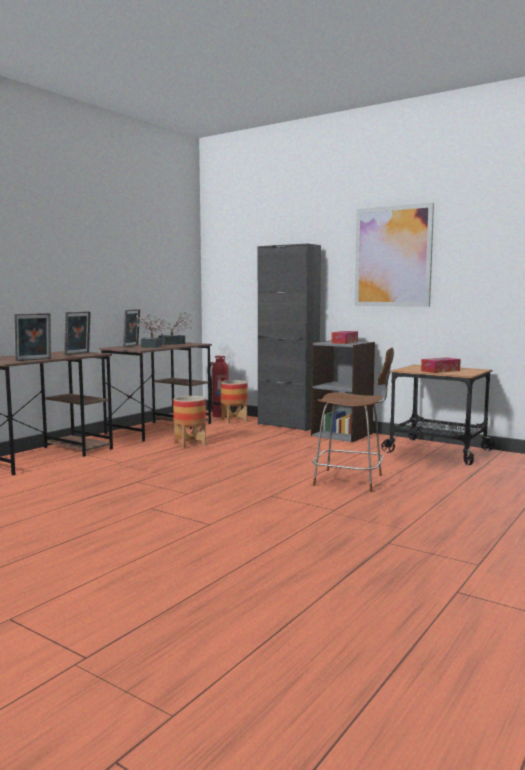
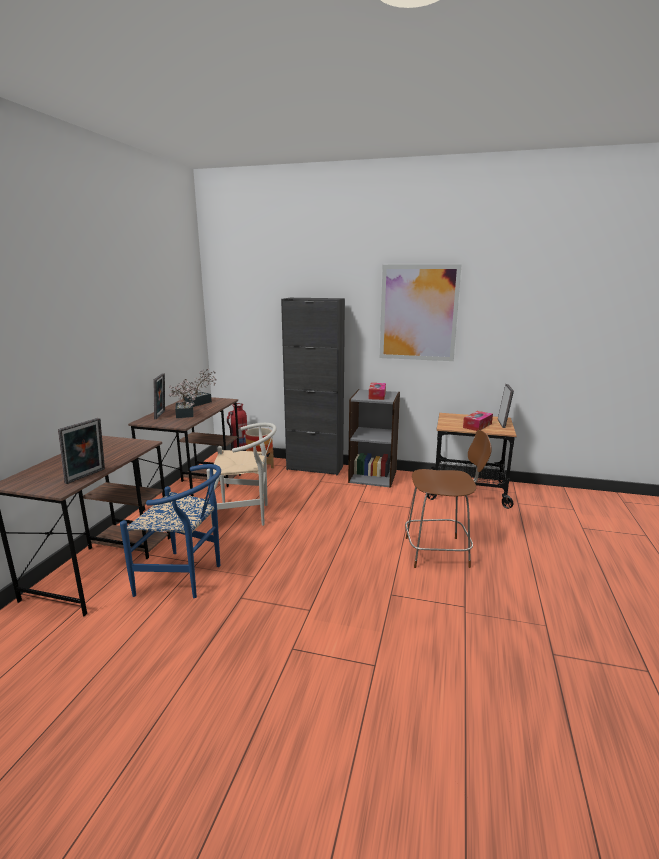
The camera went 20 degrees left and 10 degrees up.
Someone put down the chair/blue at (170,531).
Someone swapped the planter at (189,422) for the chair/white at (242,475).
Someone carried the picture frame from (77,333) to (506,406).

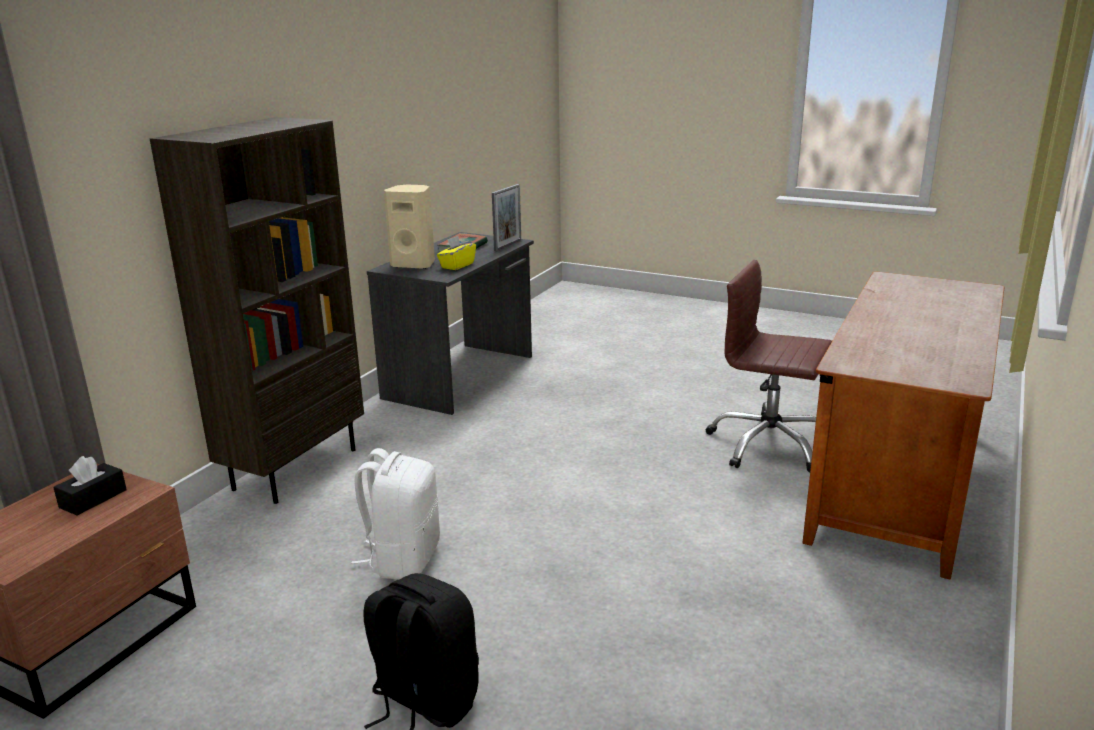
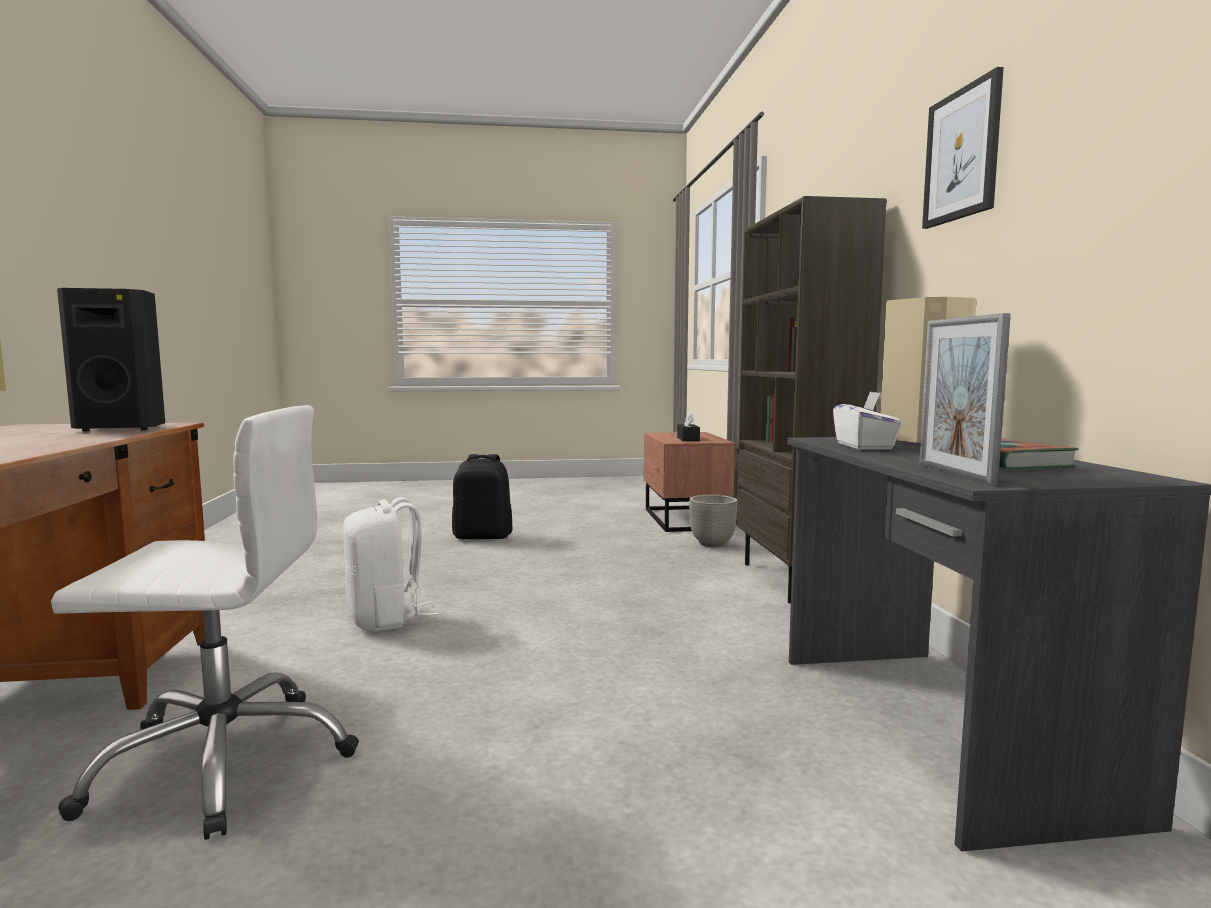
The camera went 145 degrees right and 15 degrees down.
Someone repainted the office chair/brown at (769,366), which became the office chair/white at (205,622).
Someone put down the speaker/black at (111,359).
Someone carried the backpack/white from (395,513) to (391,564).
Someone put down the planter at (713,521).
Someone repainted the tissue box/yellow at (456,253), which became the tissue box/white at (868,420).
Someone put up the picture at (963,148).

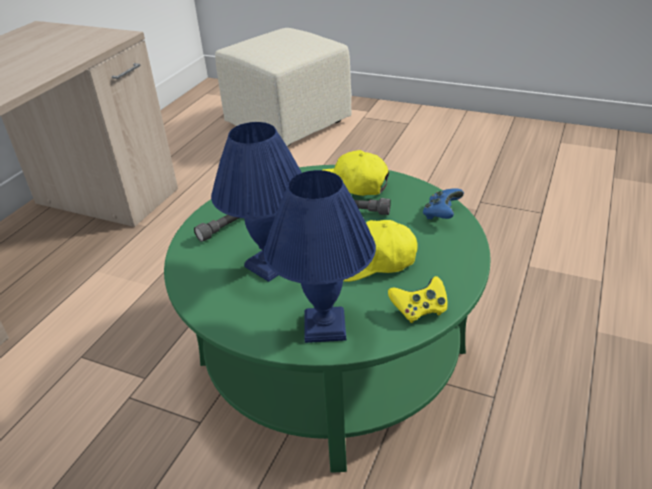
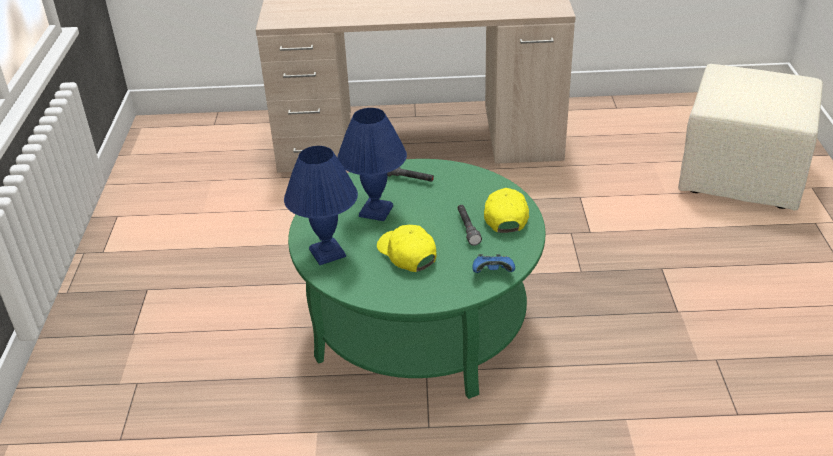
The camera went 65 degrees right and 0 degrees up.
Someone took away the game controller/yellow at (417,299).

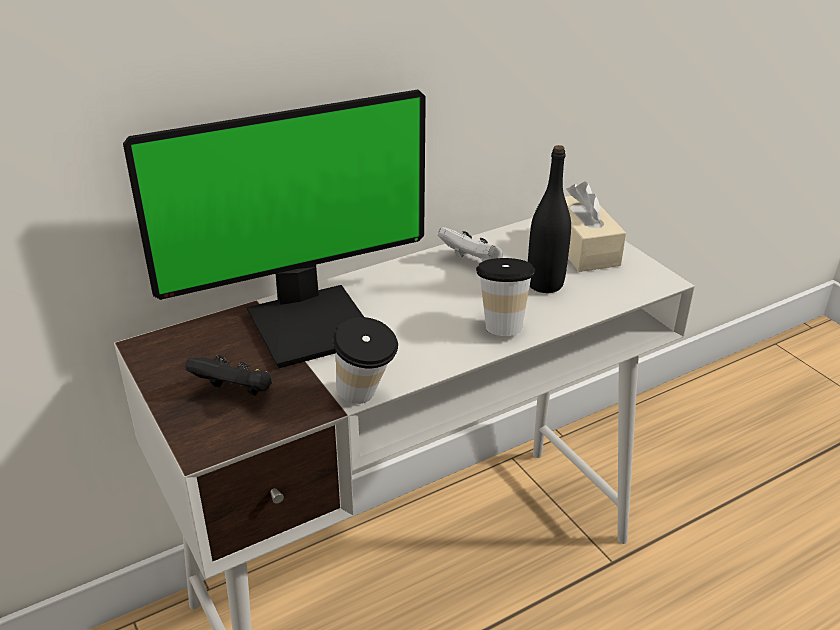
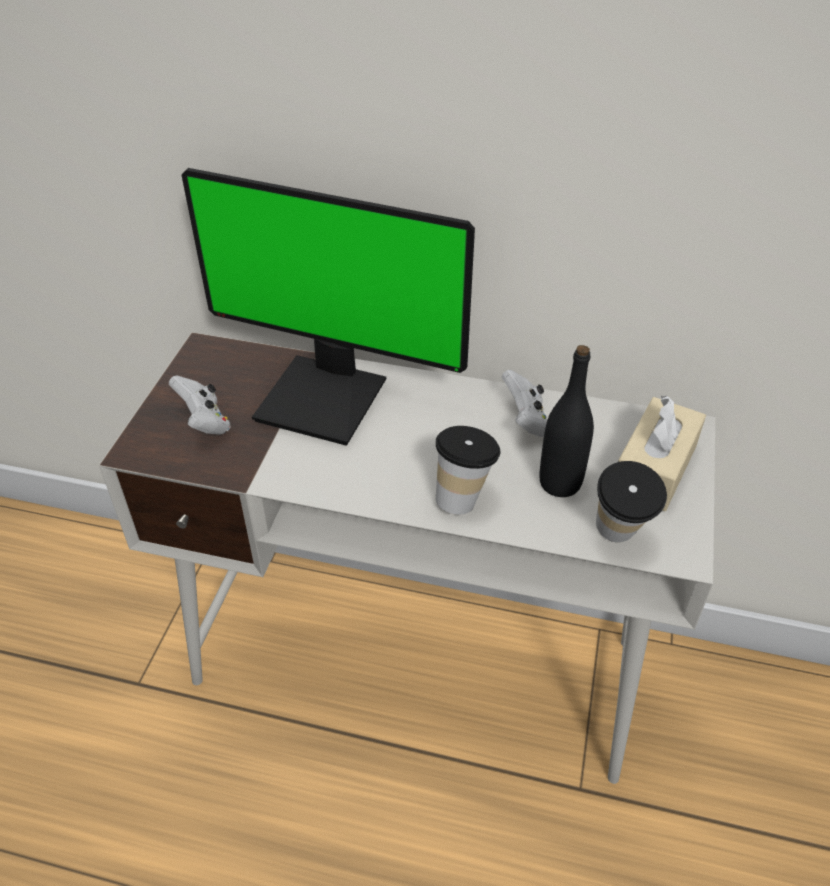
The camera went 45 degrees right and 10 degrees up.
Someone repainted the game controller/black at (228,375), which became the game controller/white at (200,405).
Someone carried the cup from (365,360) to (631,501).

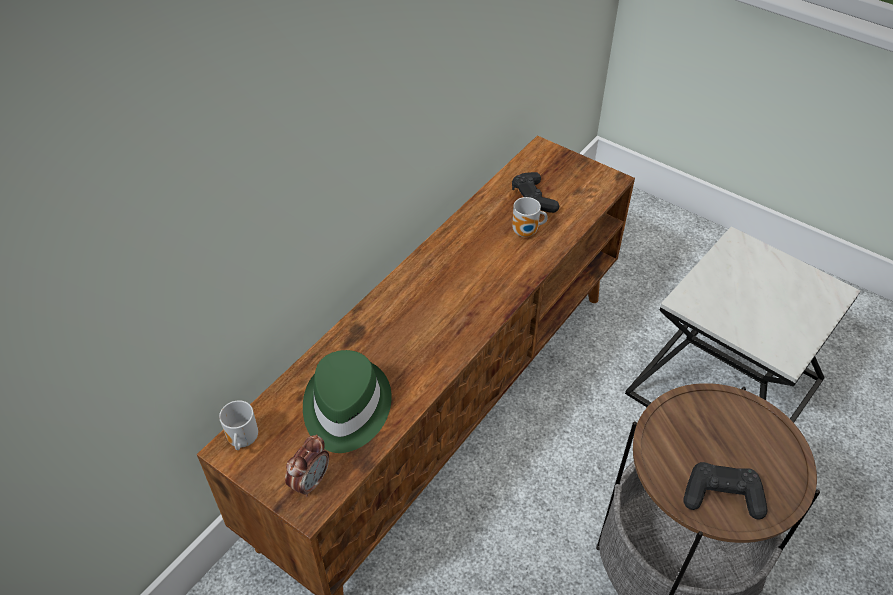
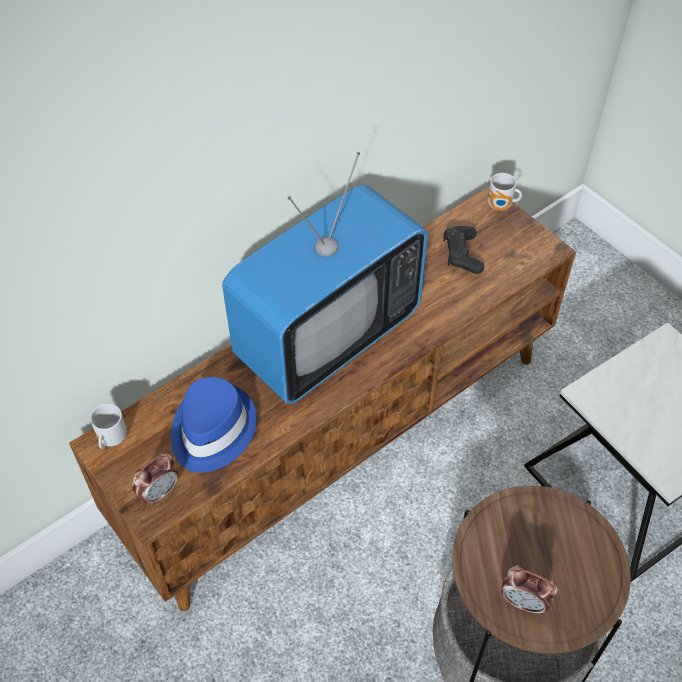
The camera went 15 degrees right and 5 degrees up.
Someone repainted the hat/green at (347,401), which became the hat/blue at (214,425).
Someone put down the television at (325,278).
Someone carried the mug from (530,217) to (505,192).
Someone swapped the game controller/black at (725,490) for the alarm clock at (529,589).

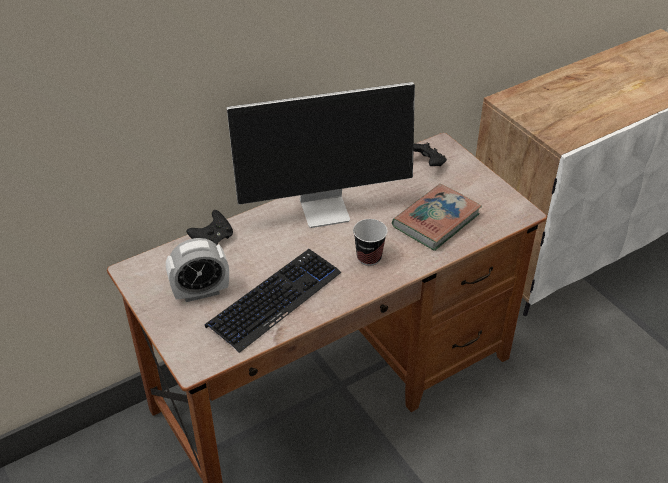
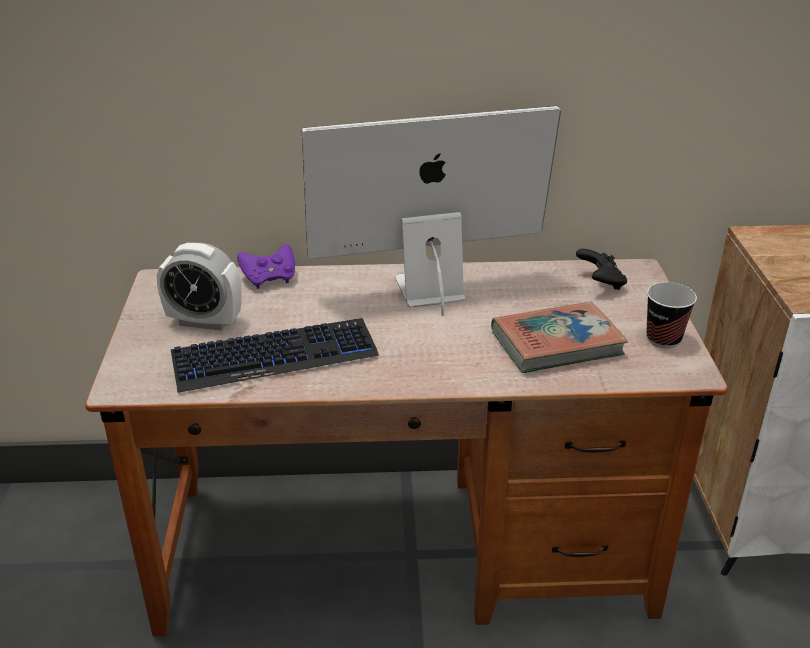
The camera went 30 degrees right and 10 degrees down.
Someone repainted the game controller/black at (209,227), which became the game controller/purple at (266,266).
Someone rotated the monitor at (321,155) by 150 degrees clockwise.
Someone carried the cup from (370,242) to (671,315).

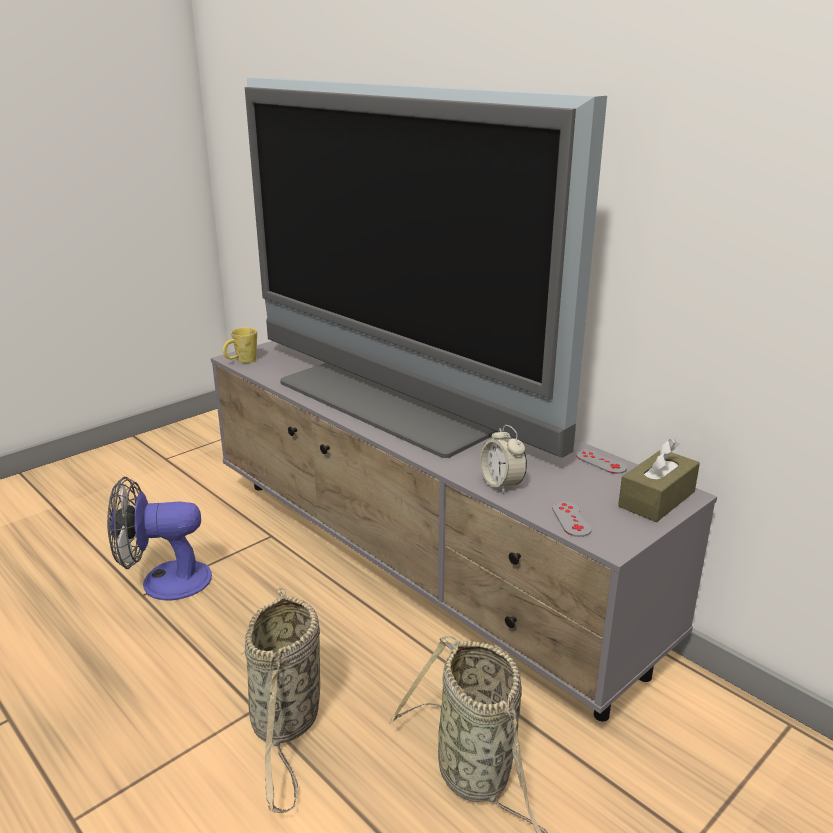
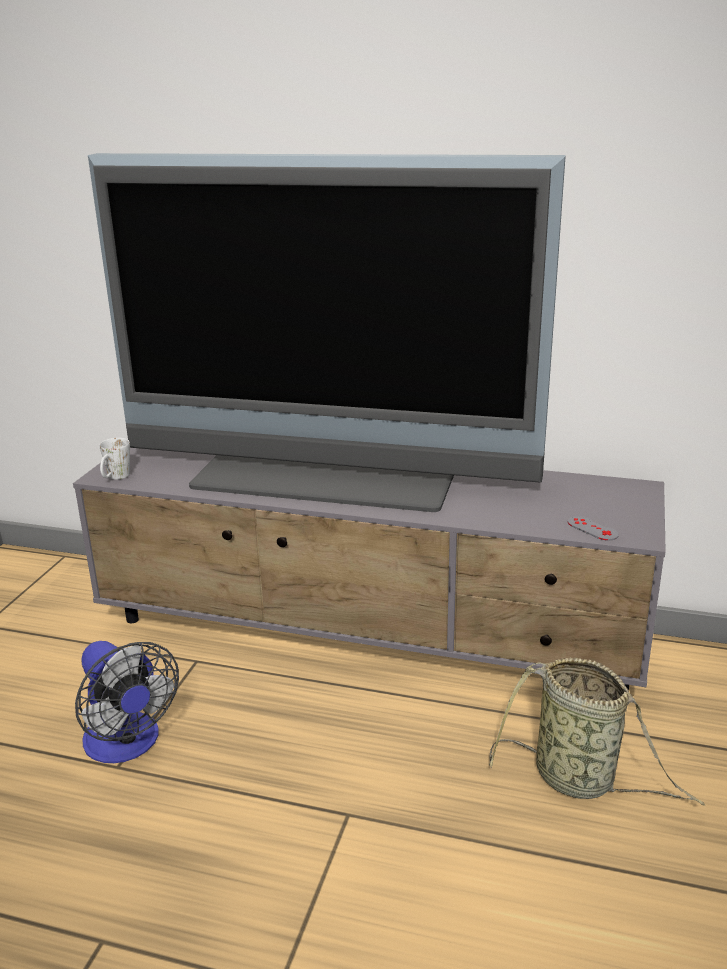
The camera went 30 degrees left and 0 degrees up.
Someone rotated the fan at (159,539) by 90 degrees counterclockwise.
Someone repainted the mug/yellow at (240,345), which became the mug/white at (114,459).
Someone took away the basket at (280,700).
Someone took away the alarm clock at (503,459).
Someone took away the game controller/grey at (601,461).
Someone took away the tissue box/brown at (659,480).

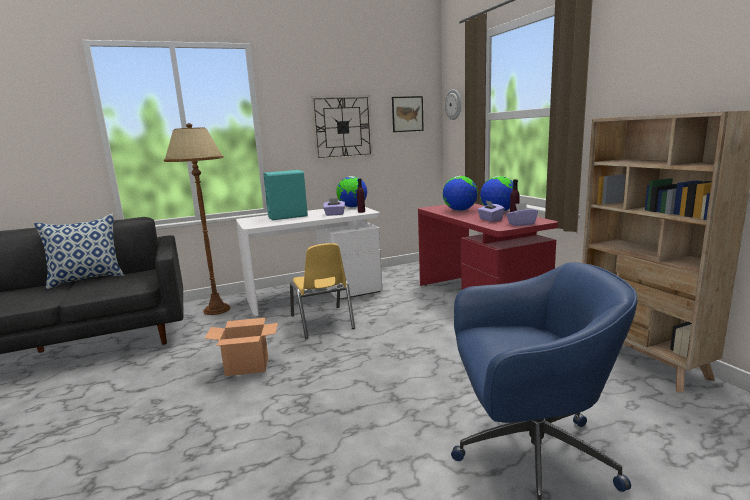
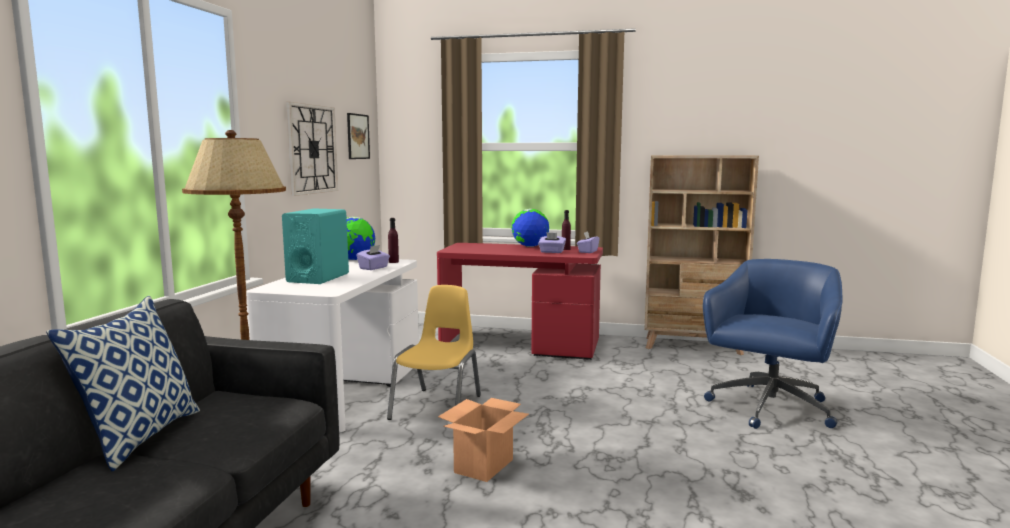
The camera went 55 degrees left and 5 degrees down.
Someone rotated the chair/yellow at (322,291) by 90 degrees counterclockwise.
Someone took away the globe at (460,193).
Someone took away the wall clock at (453,104).

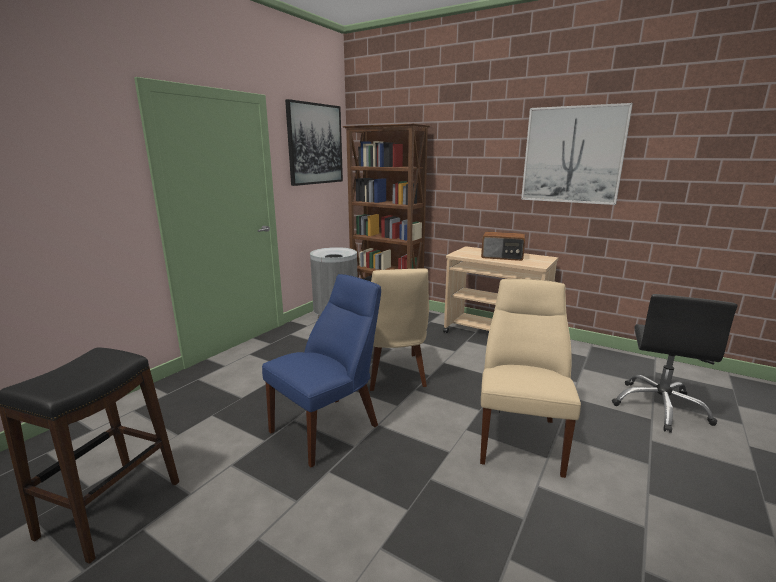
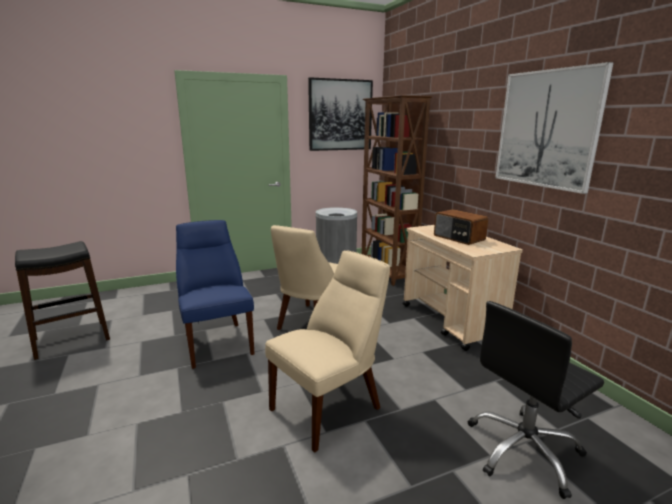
The camera went 35 degrees right and 0 degrees up.
Someone rotated the chair/blue at (321,370) by 105 degrees counterclockwise.

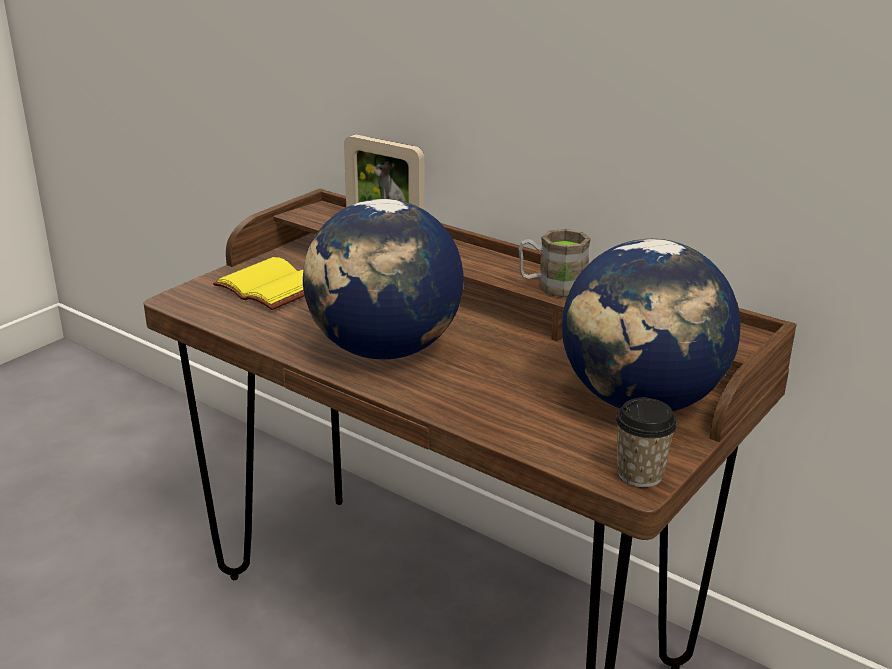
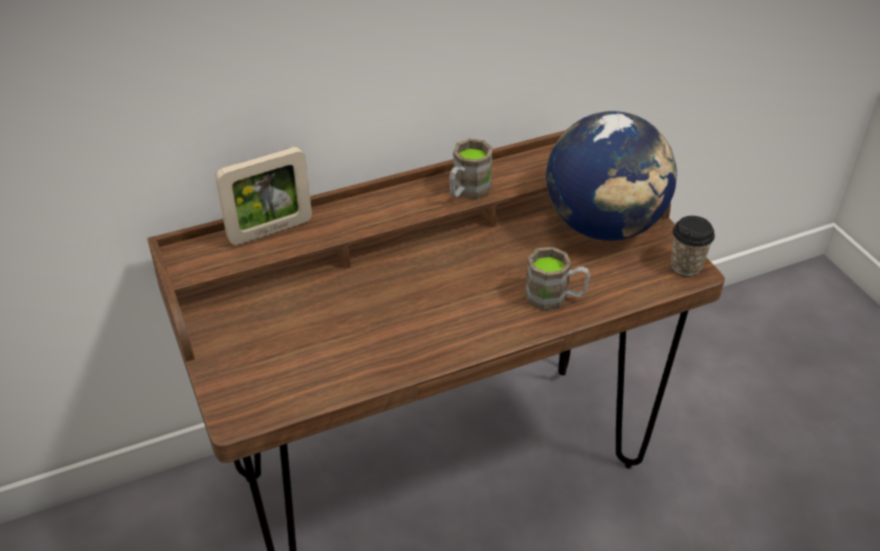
The camera went 60 degrees left and 15 degrees up.
Someone put down the mug/brown at (557,279).
Someone took away the book/yellow at (259,283).
Someone took away the globe at (383,279).

